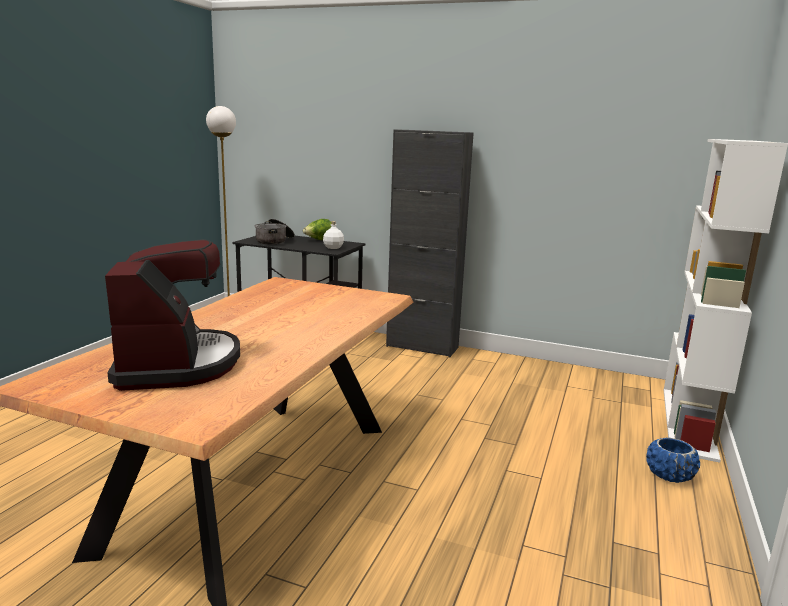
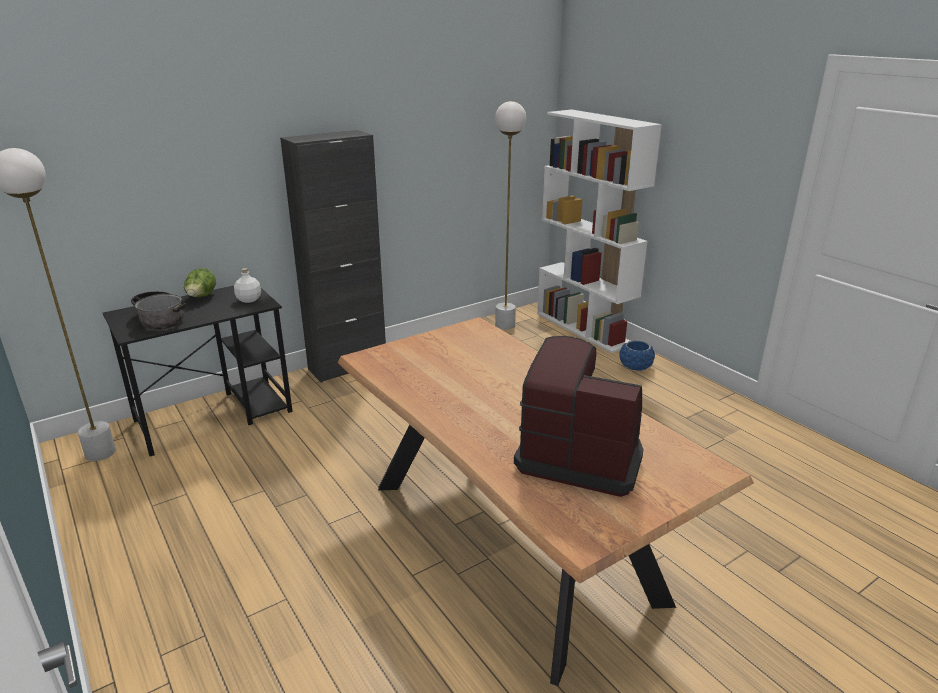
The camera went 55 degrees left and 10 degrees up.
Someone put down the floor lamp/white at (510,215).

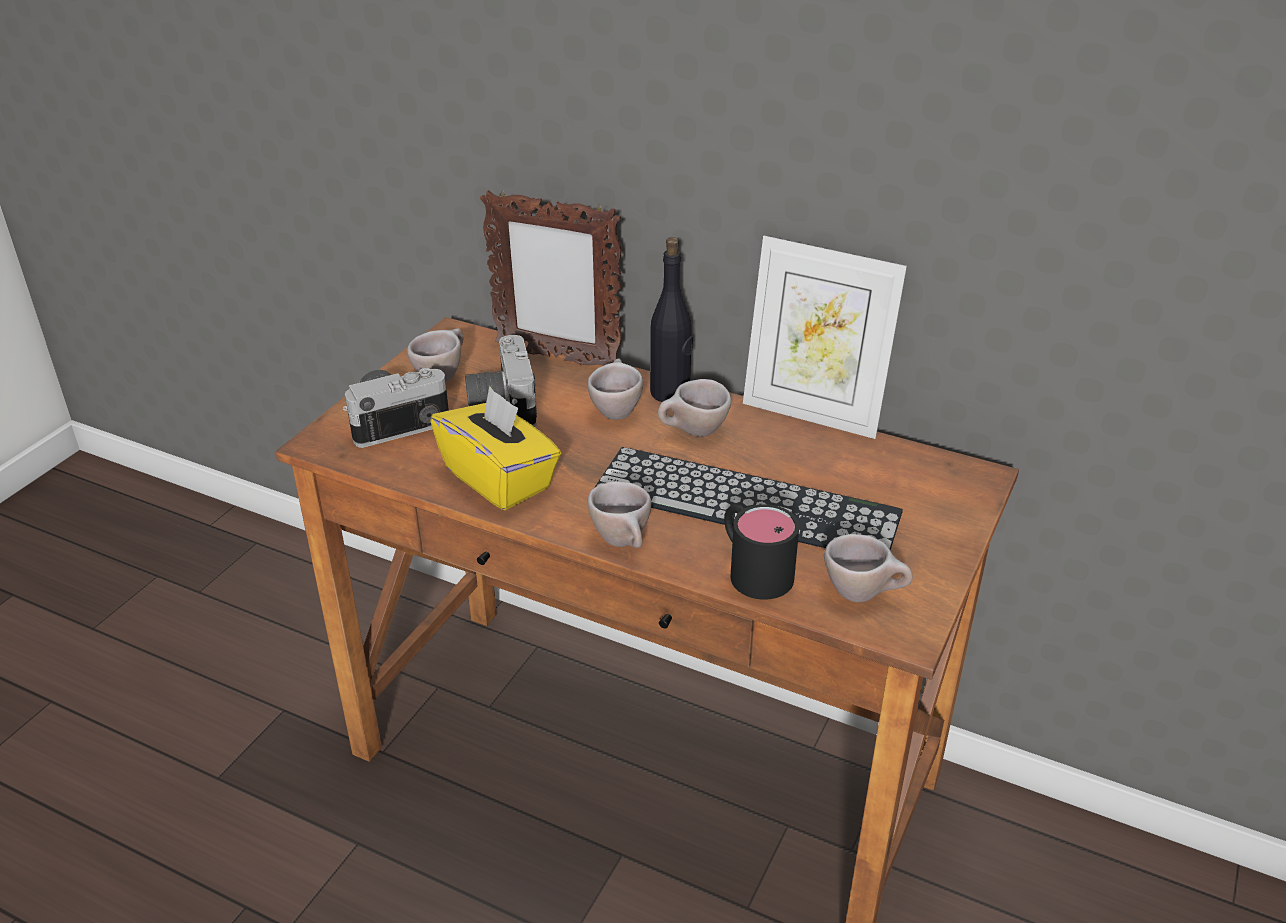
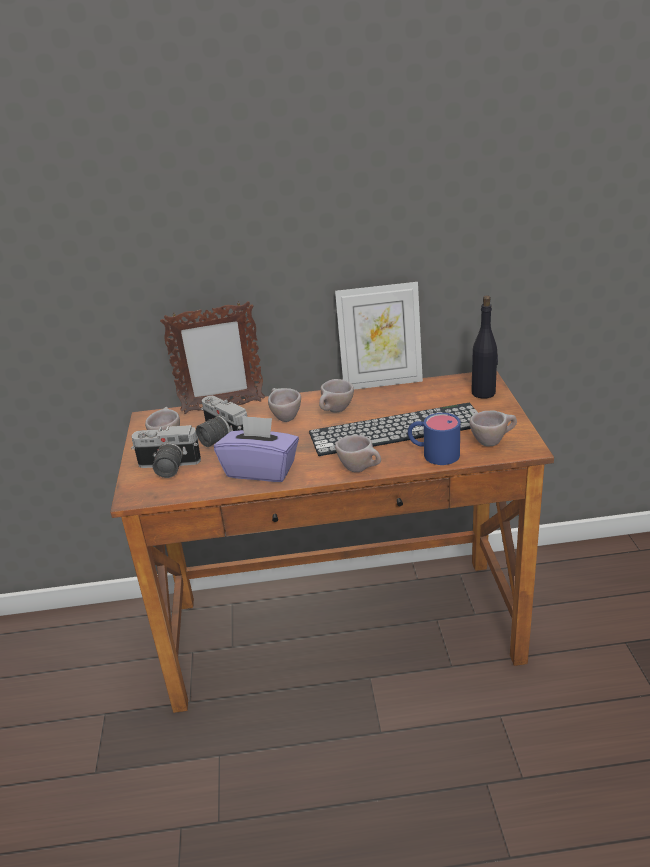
The camera went 30 degrees left and 5 degrees down.
Someone rotated the photo camera at (396,408) by 120 degrees counterclockwise.
Someone repainted the tissue box/yellow at (495,448), which became the tissue box/purple at (256,448).
Someone repainted the mug/black at (761,552), which became the mug/blue at (434,439).
Someone carried the bottle/black from (671,319) to (485,347).

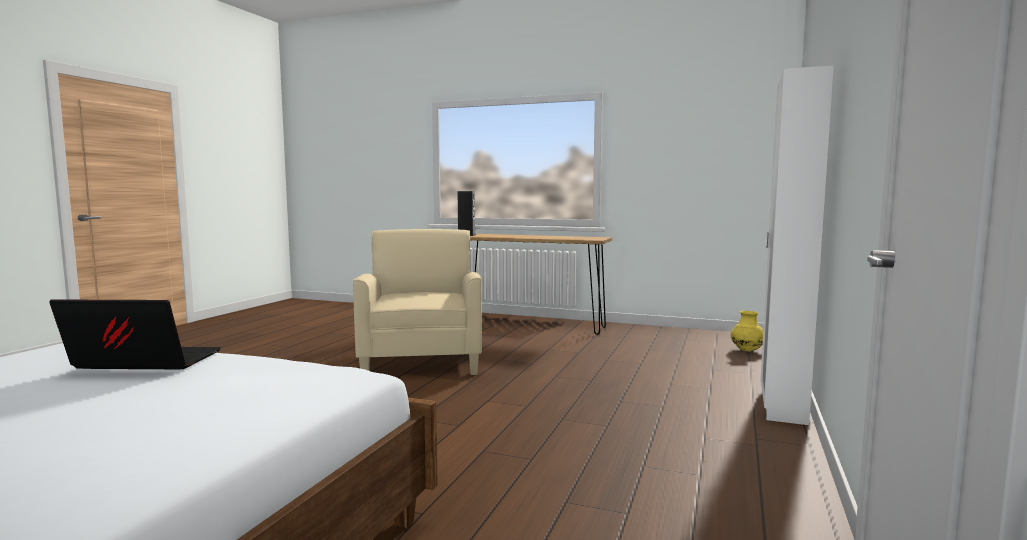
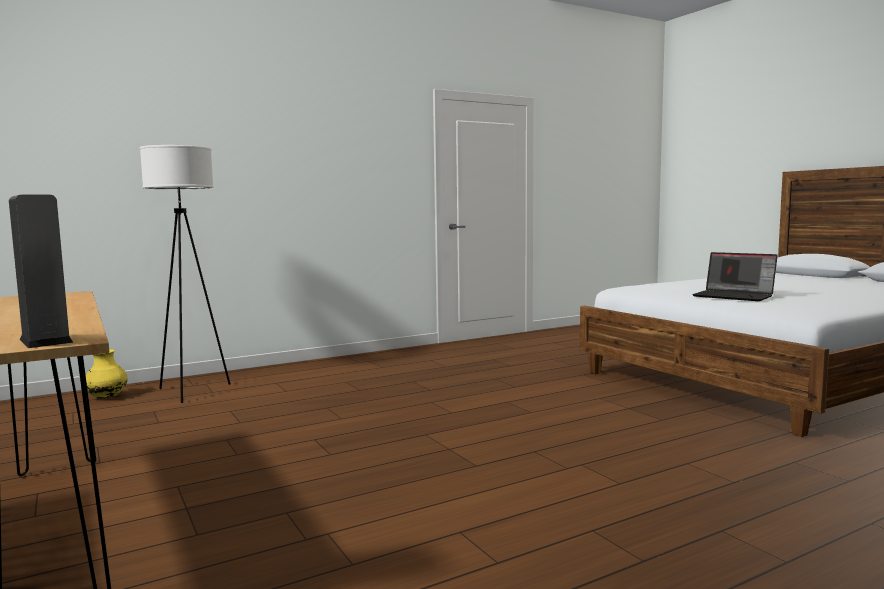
The camera went 140 degrees left and 0 degrees up.
Someone put down the floor lamp/white at (185,274).
Someone took away the armchair/beige at (417,302).
Someone took away the wardrobe/white at (797,245).

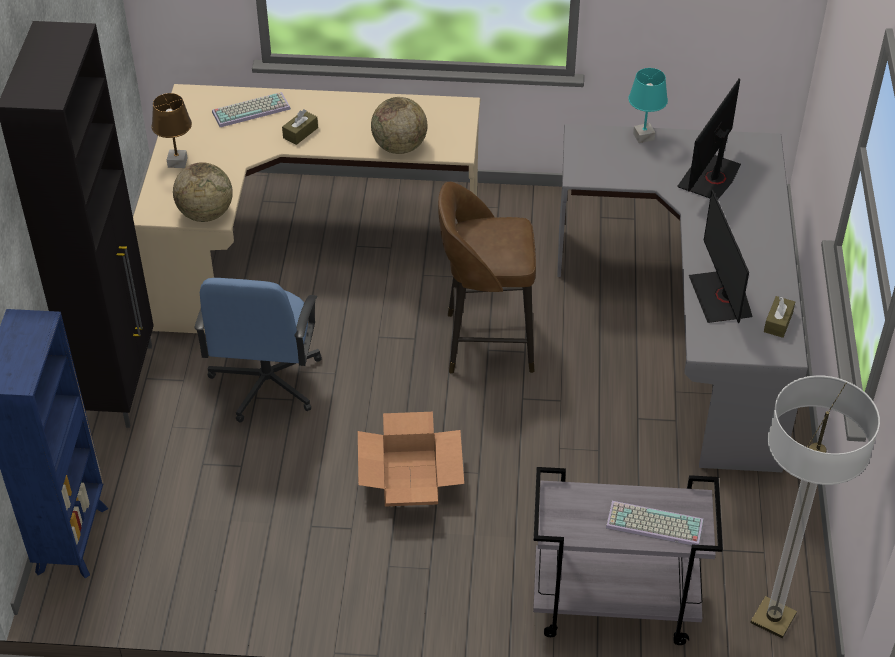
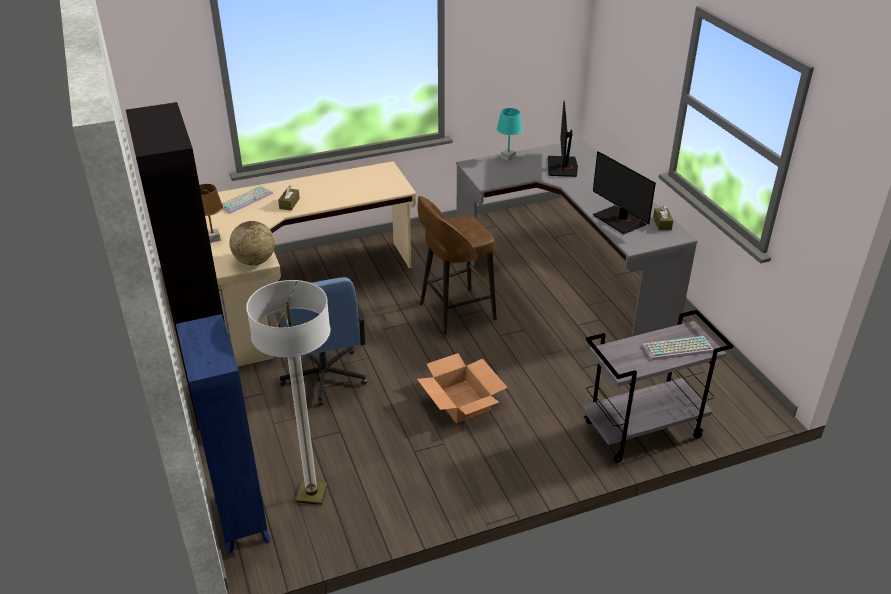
The camera went 25 degrees left and 10 degrees down.
Someone carried the floor lamp from (815,506) to (288,392).
Someone took away the globe at (399,125).

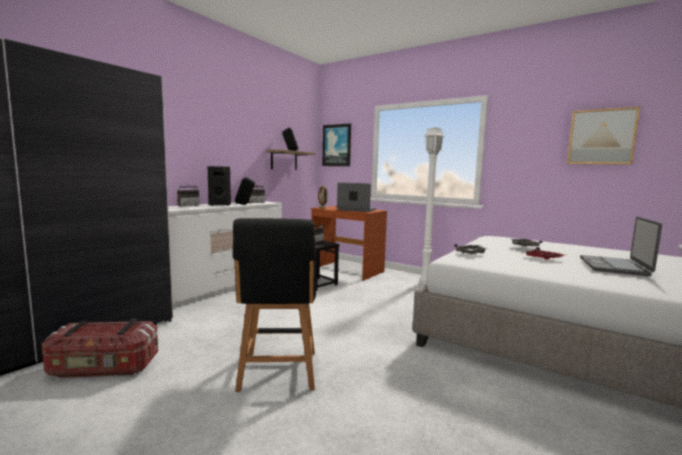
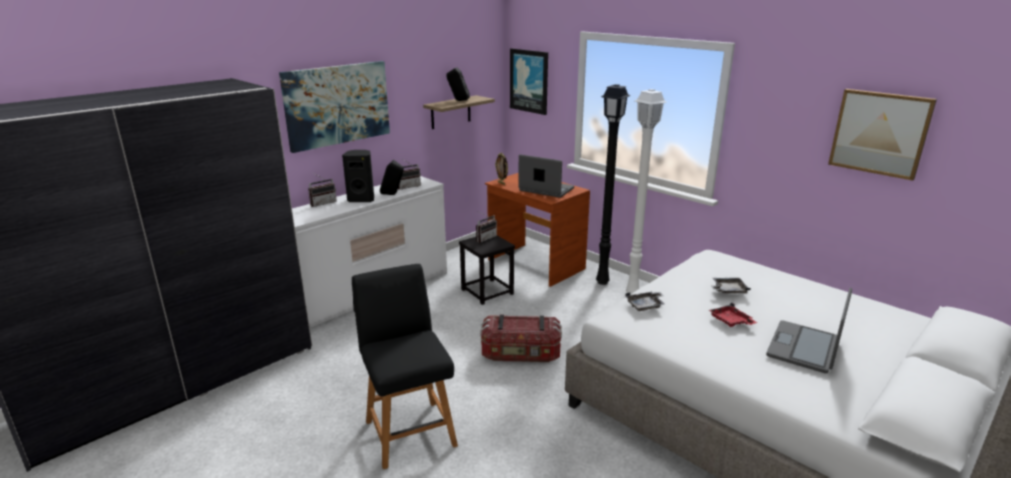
The camera went 10 degrees right and 15 degrees up.
Someone put up the picture at (334,107).
Someone rotated the chair/black at (274,305) by 150 degrees clockwise.
Someone carried the storage box from (100,349) to (521,338).
Someone put down the floor lamp/black at (613,184).

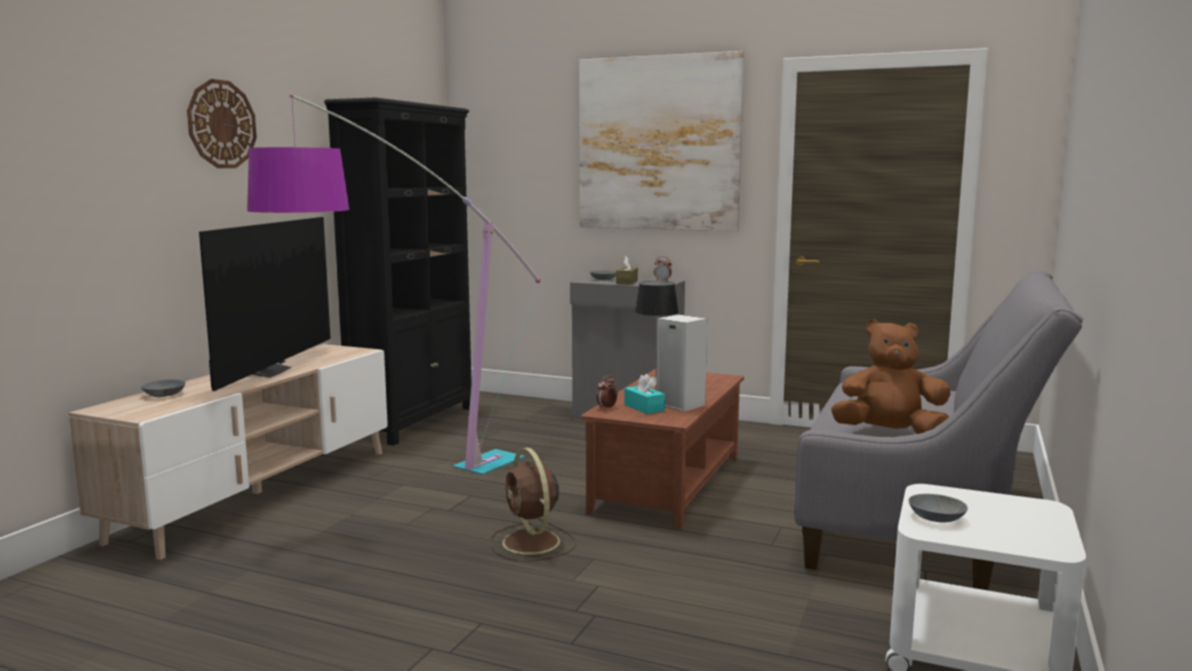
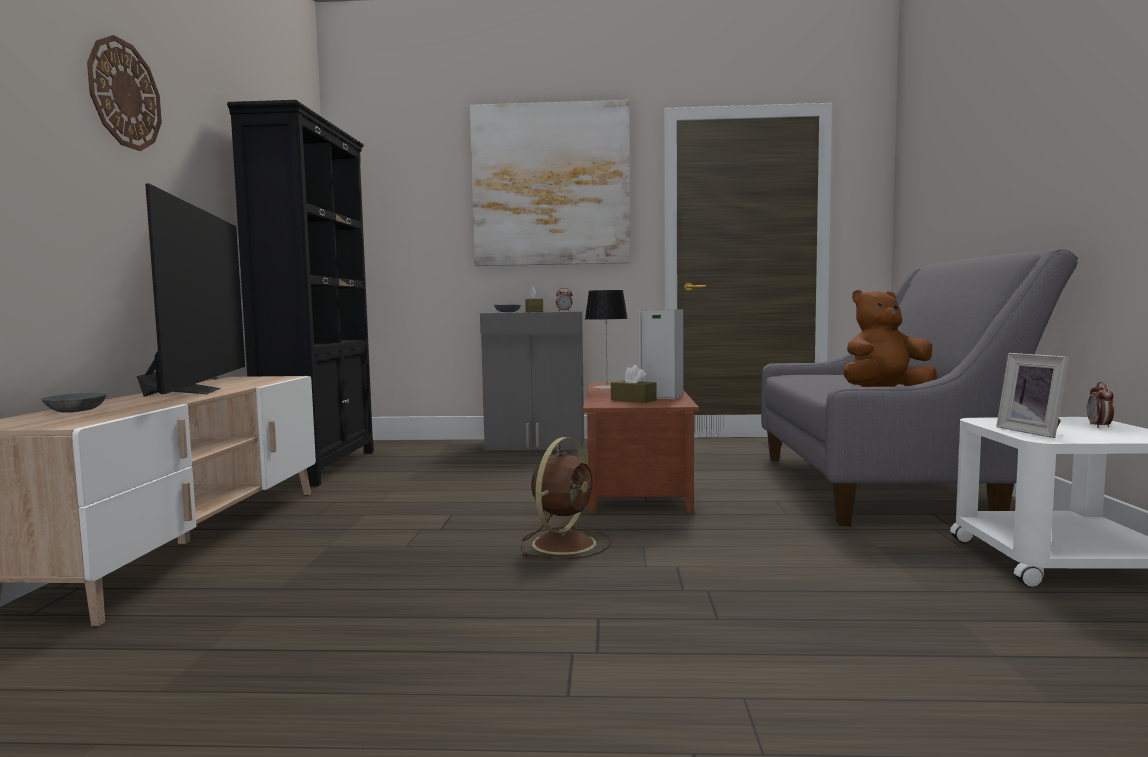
The camera went 20 degrees left and 5 degrees down.
Someone rotated the fan/brown at (533,504) by 105 degrees counterclockwise.
Someone repainted the tissue box/turquoise at (645,394), which became the tissue box/brown at (634,384).
Someone swapped the bowl/grey at (938,508) for the picture frame at (1032,395).
Someone carried the alarm clock from (607,392) to (1100,405).
Someone took away the floor lamp at (394,284).

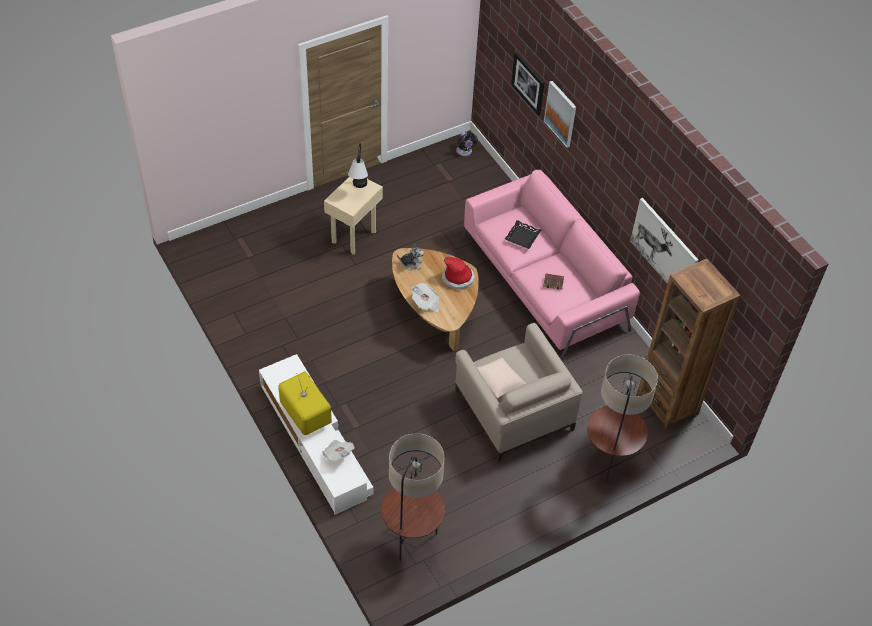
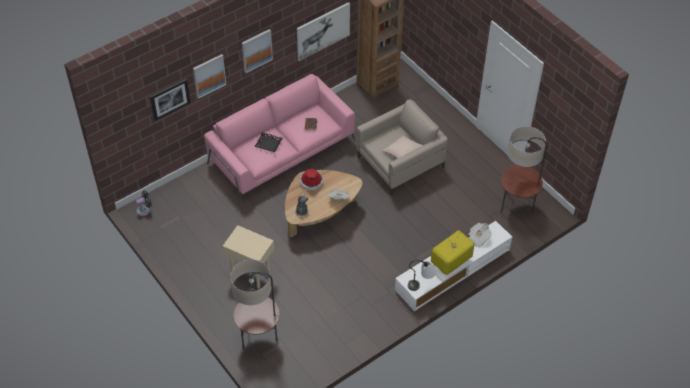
The camera went 95 degrees left and 0 degrees up.
Someone carried the floor lamp from (622,419) to (254,304).
Someone put up the picture at (257,51).
Someone carried the table lamp from (358,165) to (422,275).

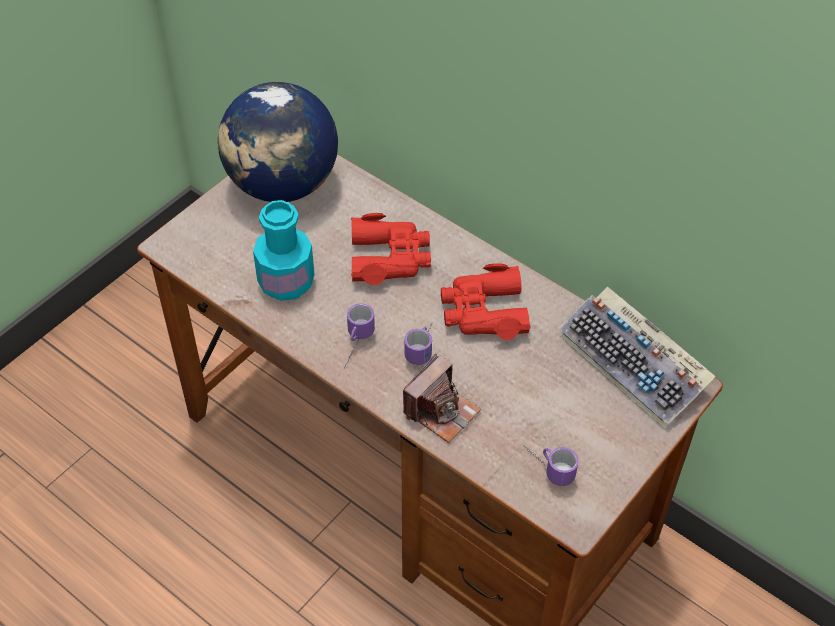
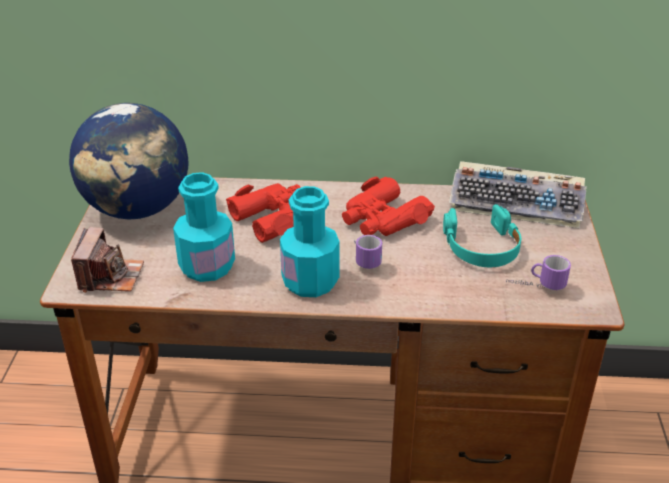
The camera went 35 degrees left and 15 degrees down.
Someone carried the photo camera from (442,398) to (107,260).
Someone swapped the mug at (359,336) for the bottle/turquoise at (310,241).
Someone put down the headphones/turquoise at (482,235).

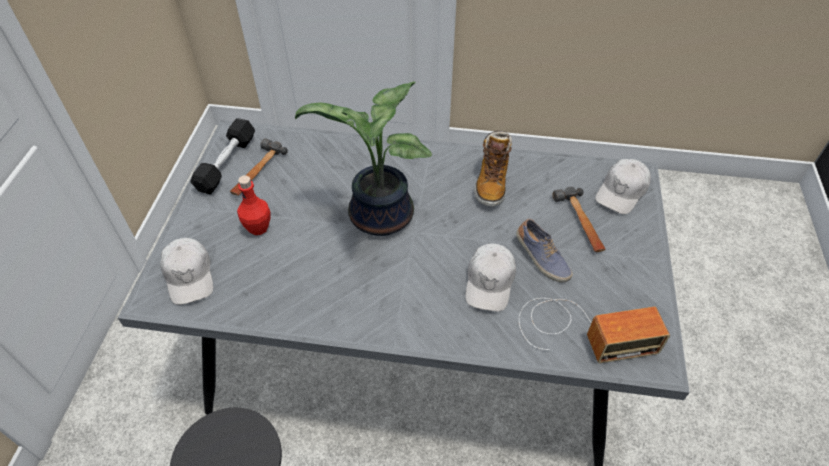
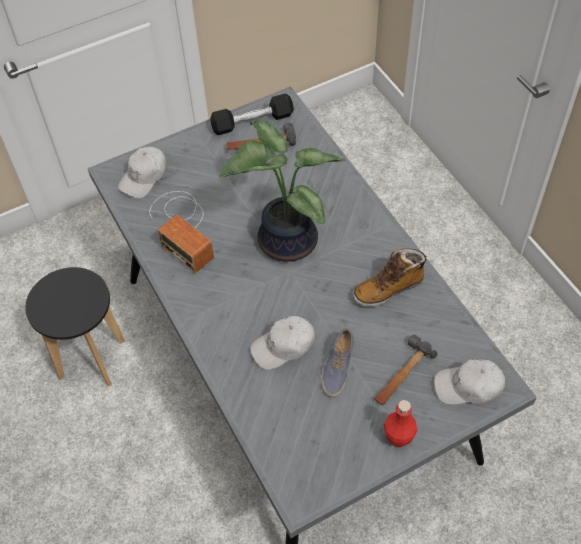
The camera went 55 degrees right and 5 degrees up.
Someone carried the radio from (594,330) to (181,232).
Someone carried the bottle/red from (253,205) to (401,423).

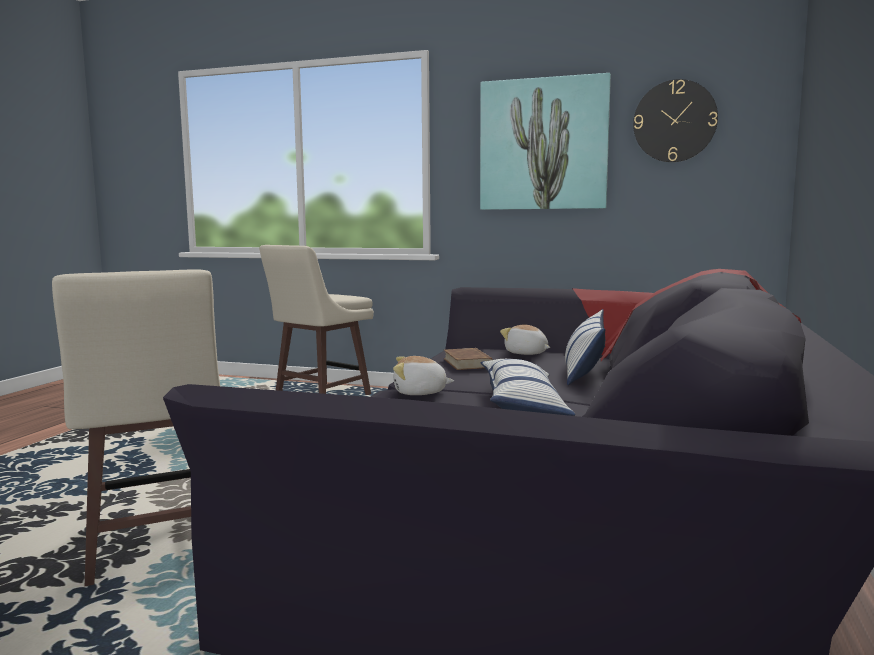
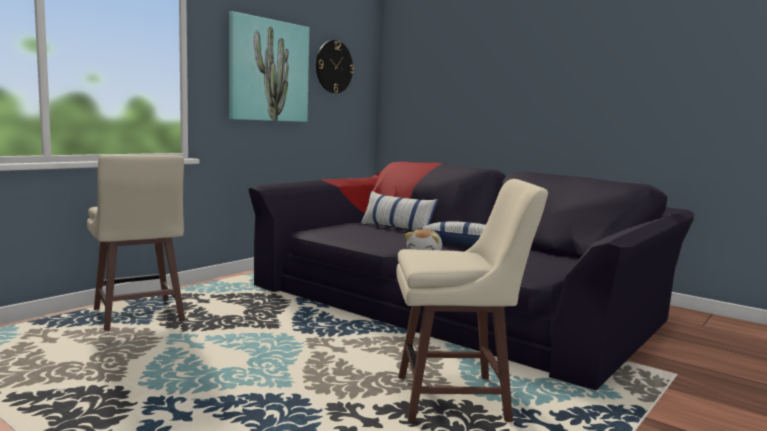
The camera went 70 degrees left and 0 degrees up.
Someone took away the book/brown at (468,359).
Someone took away the plush toy at (525,339).

